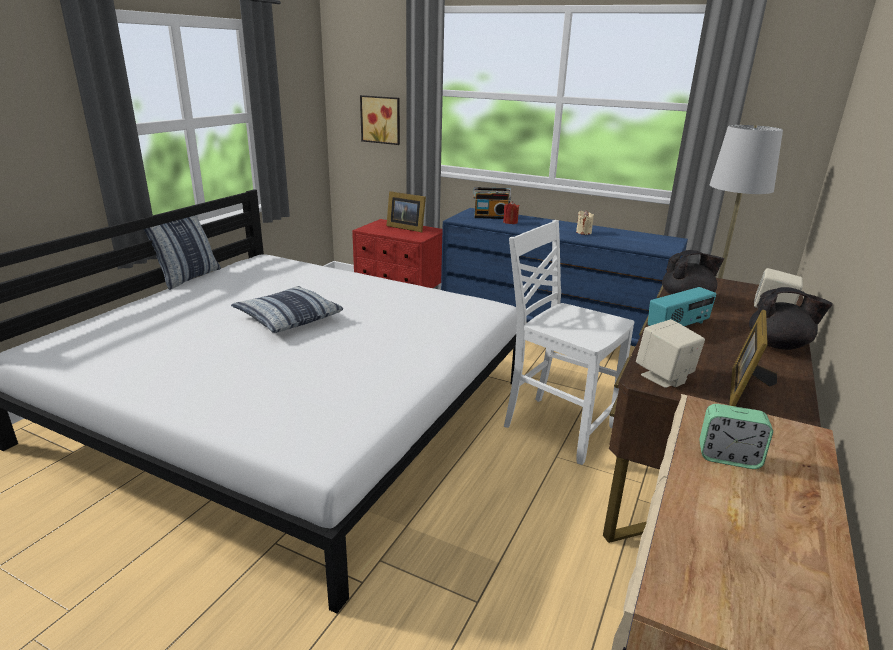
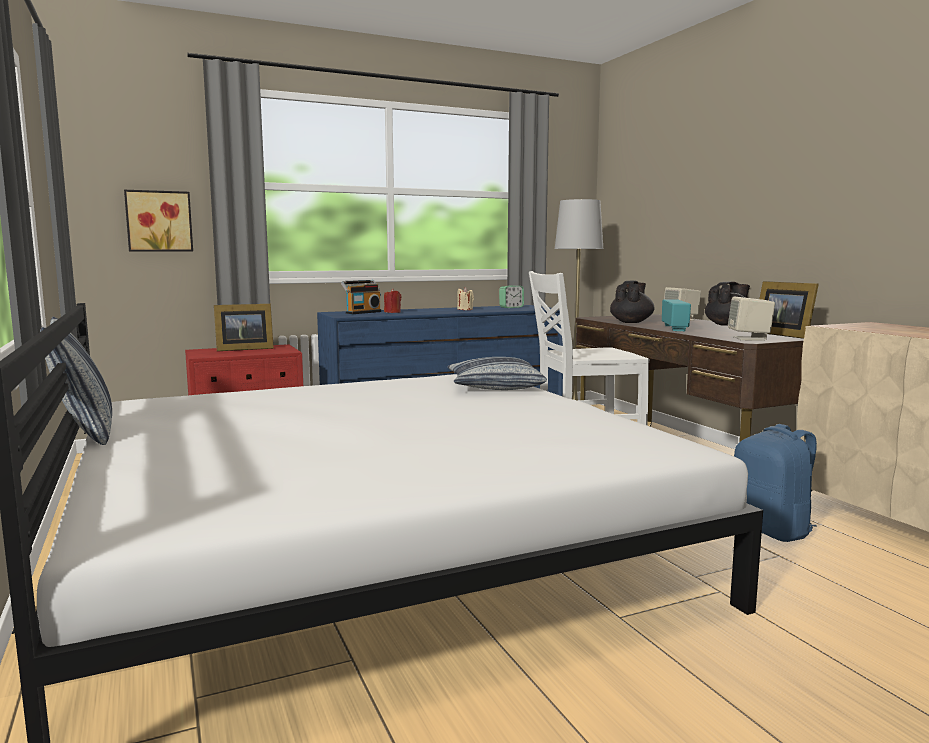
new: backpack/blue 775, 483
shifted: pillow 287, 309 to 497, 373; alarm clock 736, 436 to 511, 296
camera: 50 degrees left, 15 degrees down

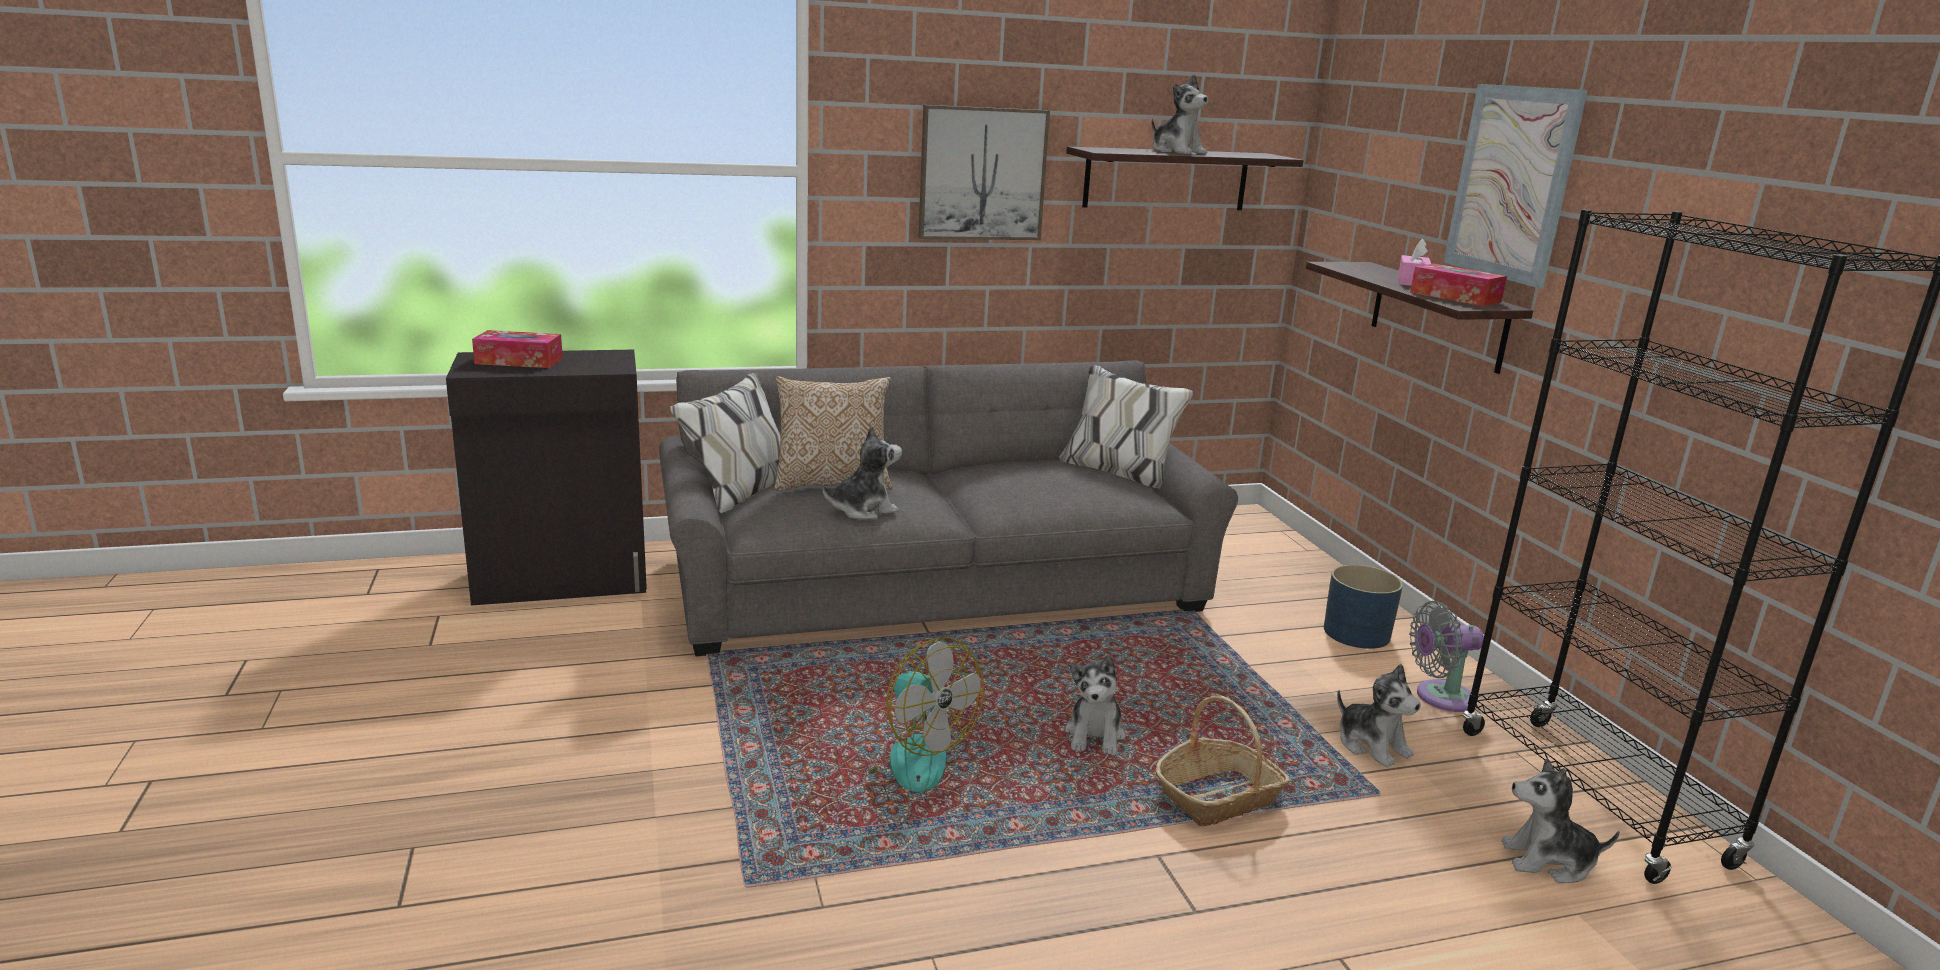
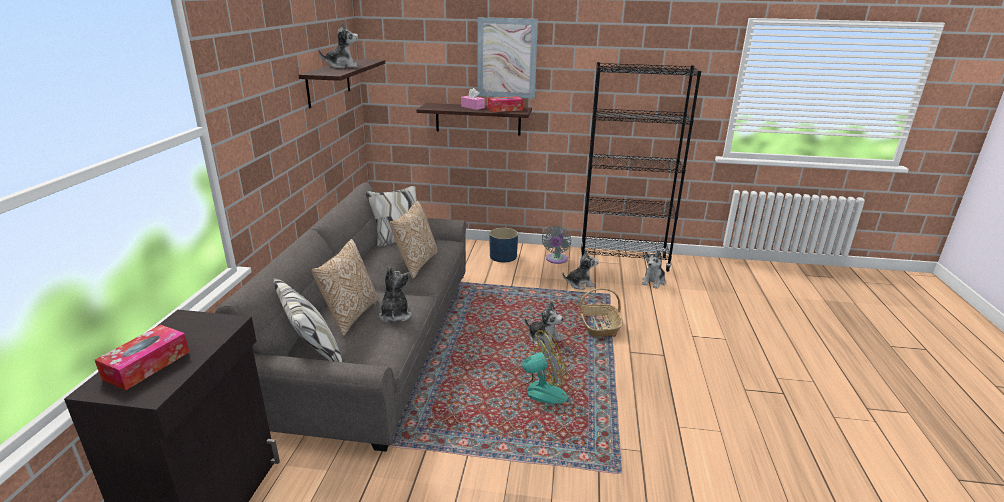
gone: picture 984, 172
new: pillow 414, 239
camera: 65 degrees left, 5 degrees up

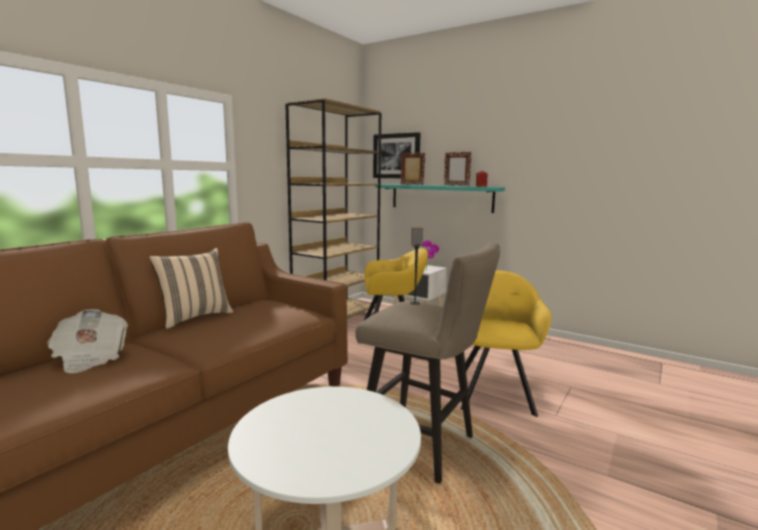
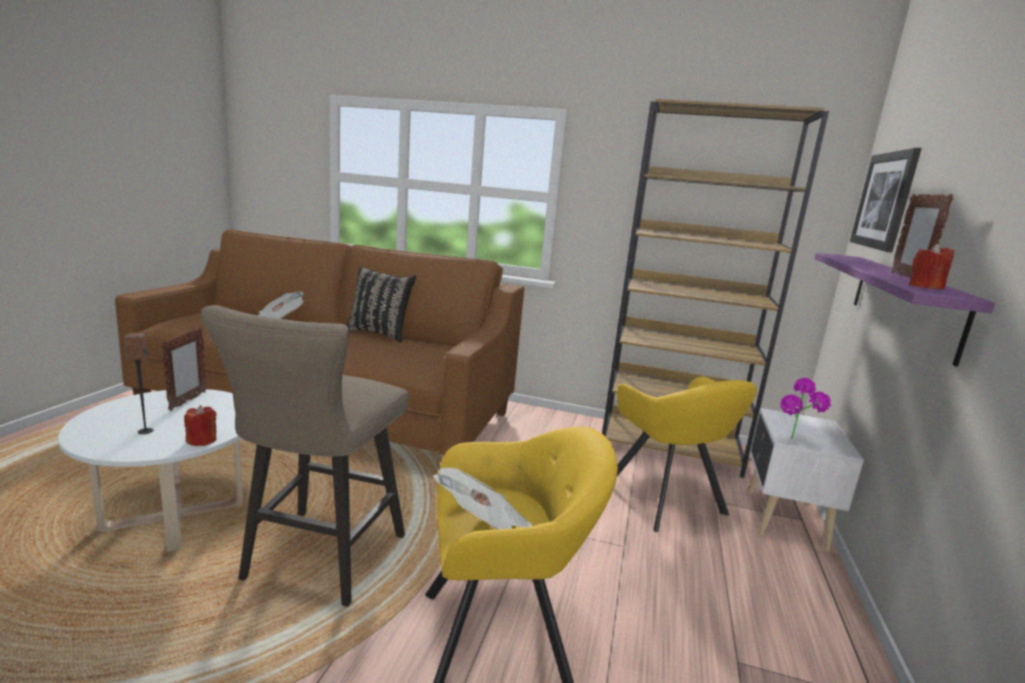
new: candle/red 200, 425; newspaper 483, 498
shifted: picture frame 412, 168 to 184, 369; speaker 416, 266 to 138, 383
repainted: pillow/beige 191, 288 to pillow/black 381, 304; shelf/turquoise 440, 198 to shelf/purple 904, 309
camera: 70 degrees right, 5 degrees up

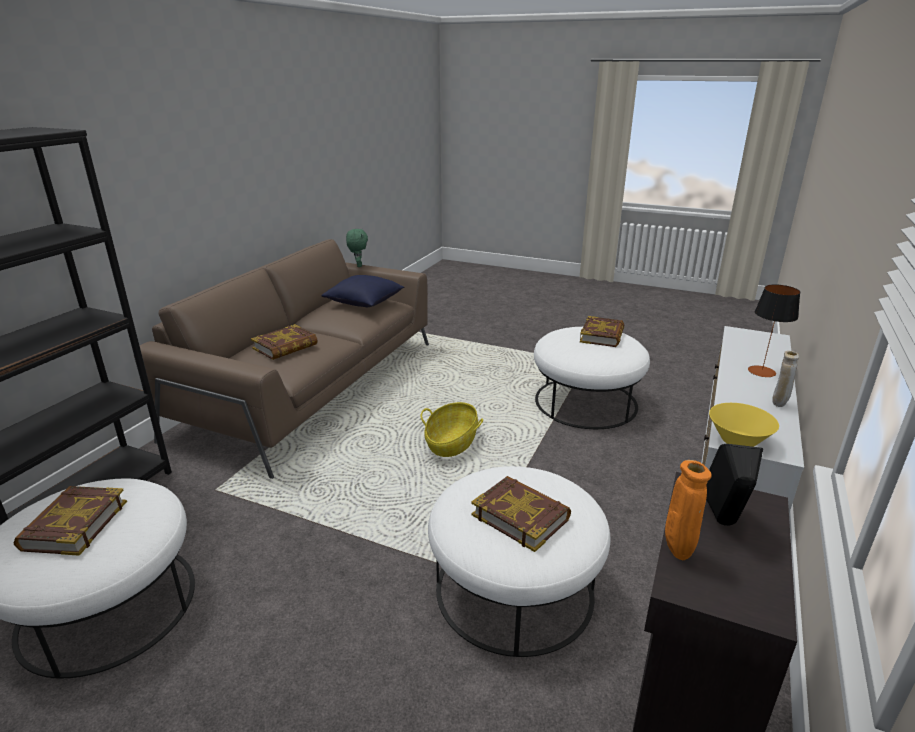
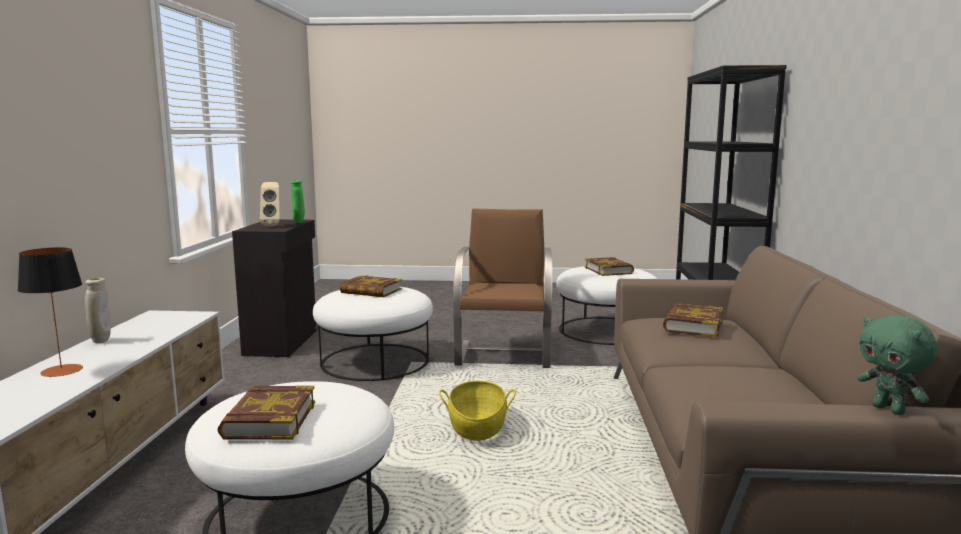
gone: pillow/blue 362, 291; bowl/yellow 744, 425
new: armchair/brown 502, 288
repainted: vase/orange 688, 510 to vase/green 298, 201; speaker/black 734, 485 to speaker/beige 270, 204
camera: 160 degrees right, 15 degrees down

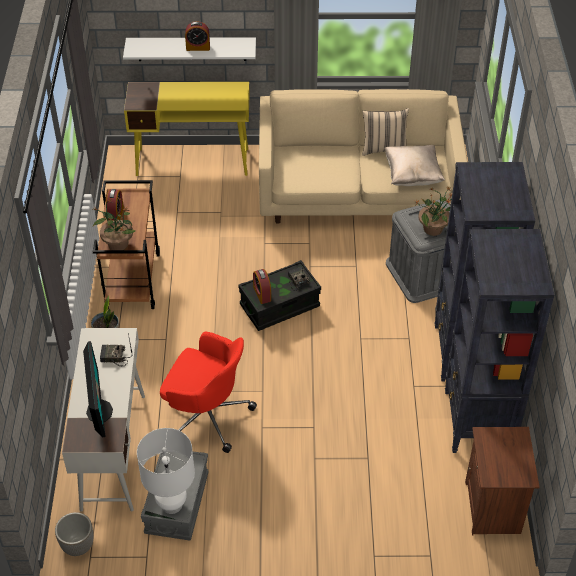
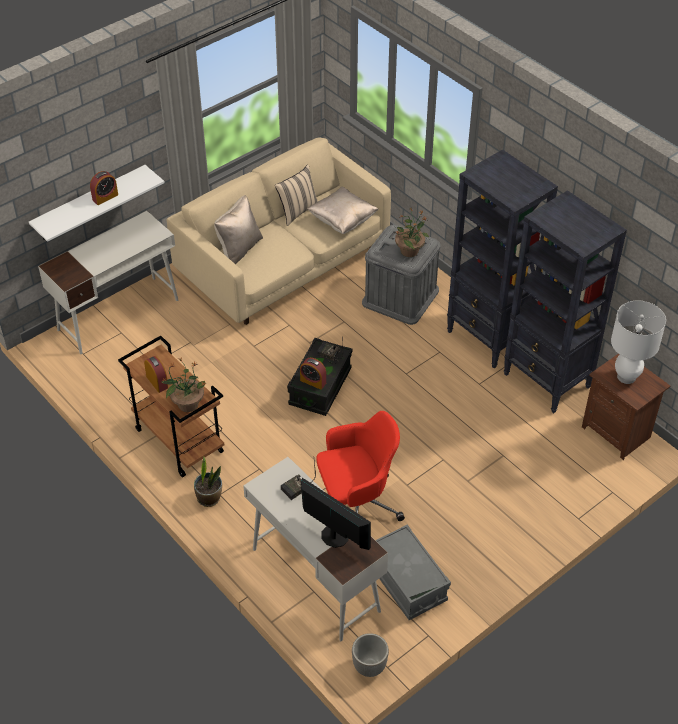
new: pillow/beige 238, 229
shifted: table lamp/white 166, 471 to 638, 342
repainted: desk/yellow 187, 129 to desk/white 108, 282
camera: 40 degrees left, 0 degrees up

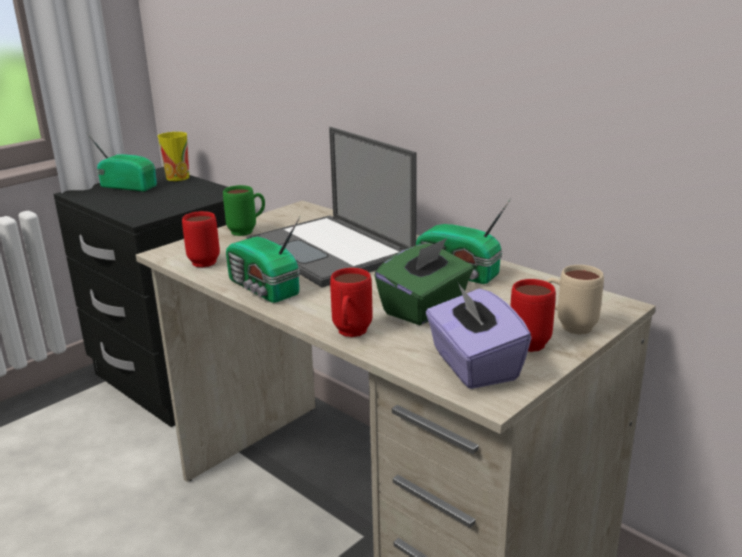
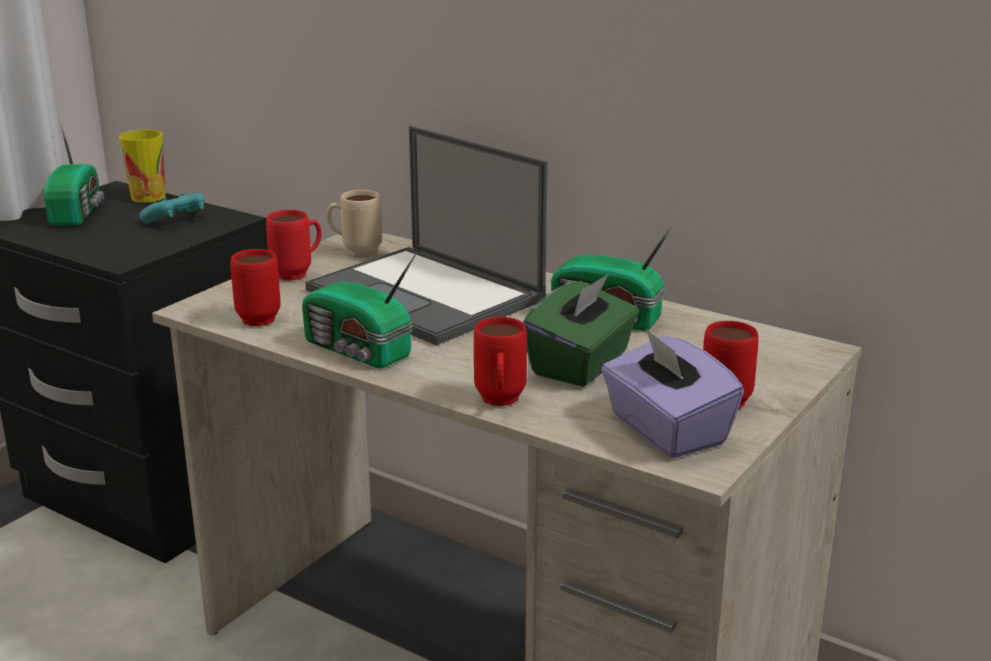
new: game controller/turquoise 172, 208
shifted: mug/beige 575, 300 to 354, 223
repainted: mug/green 244, 210 to mug/red 294, 245
rotated: radio 122, 162 = 74, 173 75 degrees clockwise
camera: 10 degrees left, 0 degrees up

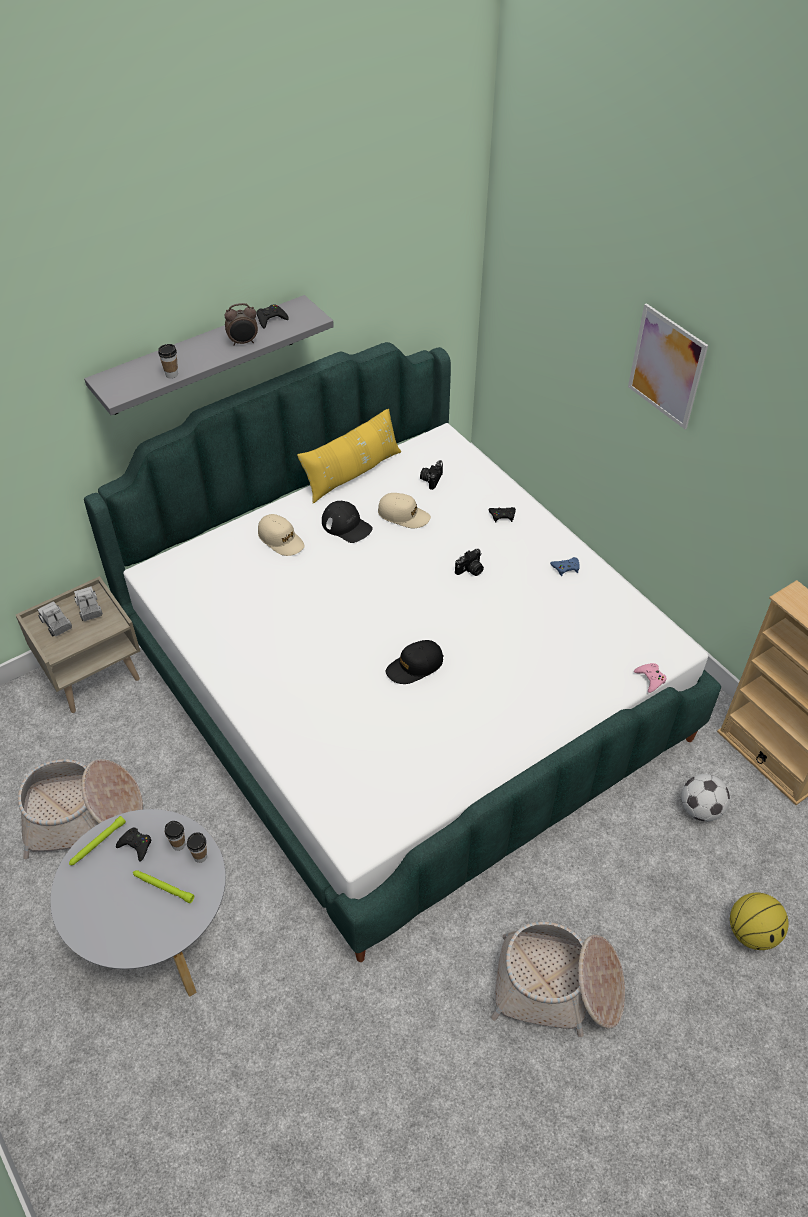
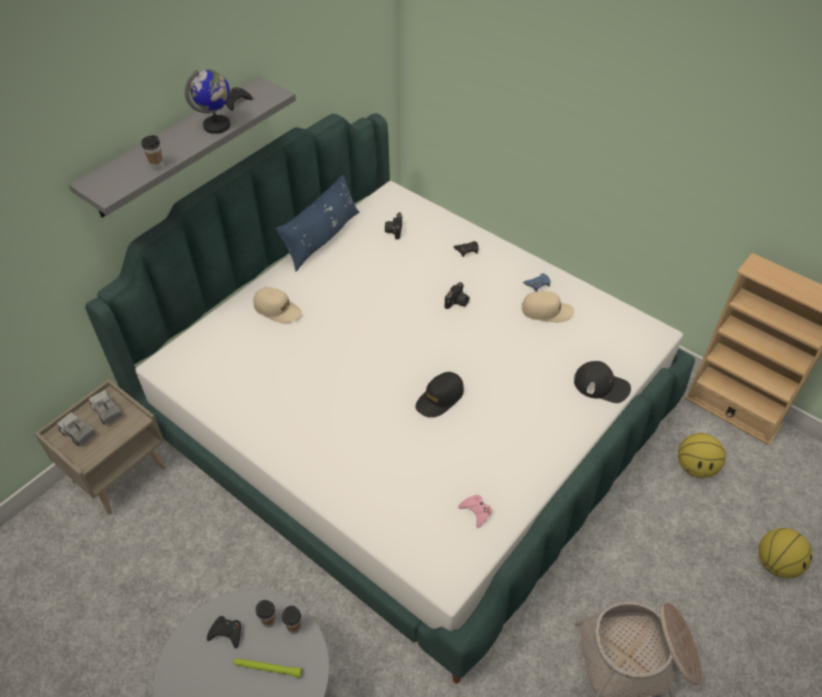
gone: basket 80, 809; flashlight/green 97, 840; picture 668, 366
shifted: cap/black 347, 522 to 602, 382; cap/beige 404, 510 to 548, 306; game controller/pink 650, 678 to 475, 511
swapped: alarm clock 241, 324 to globe 207, 102; football 705, 797 to basketball 702, 455
repainted: pillow/yellow 349, 456 to pillow/blue 317, 223
camera: 15 degrees left, 0 degrees up

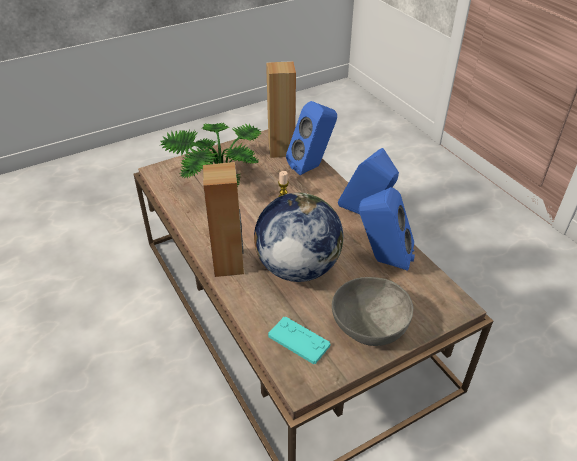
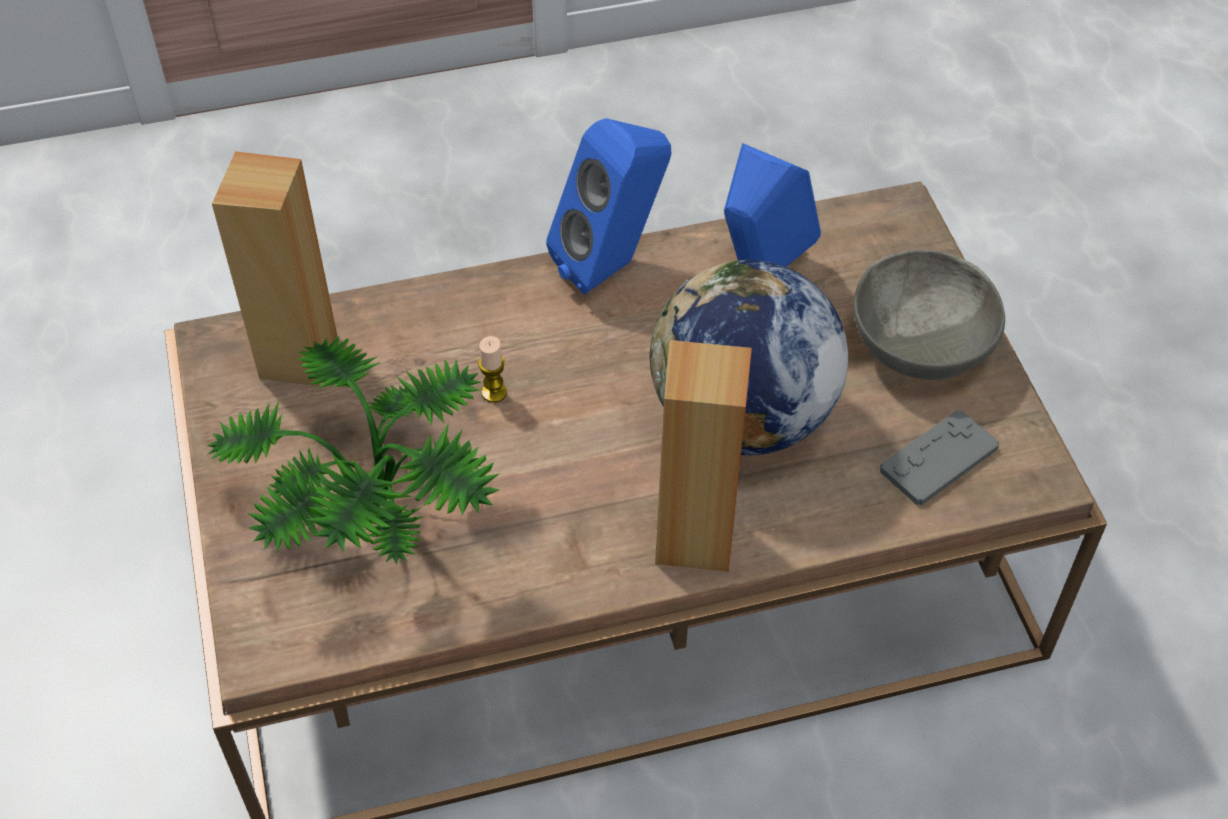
gone: speaker/blue 311, 138
repainted: game controller/turquoise 299, 340 to game controller/grey 939, 457
camera: 75 degrees left, 10 degrees up

